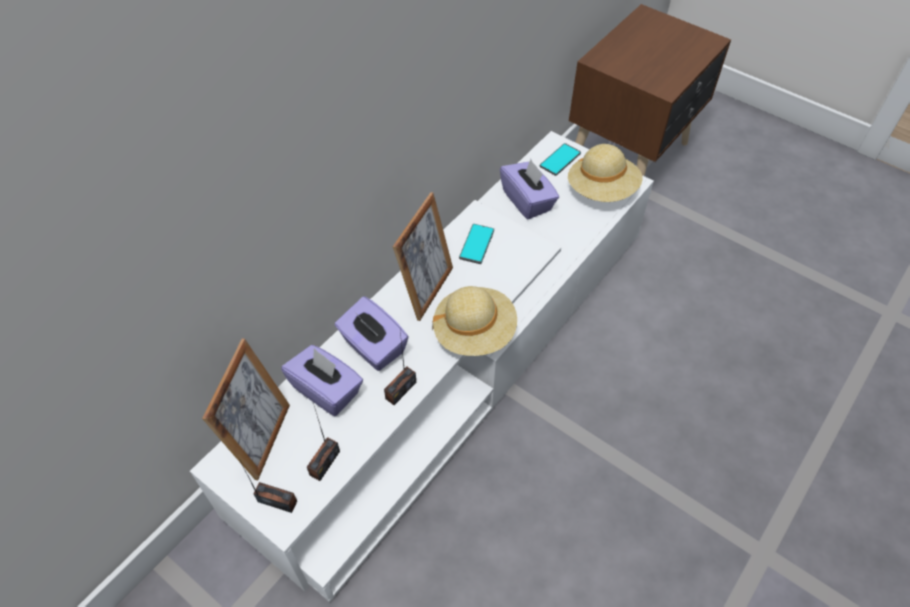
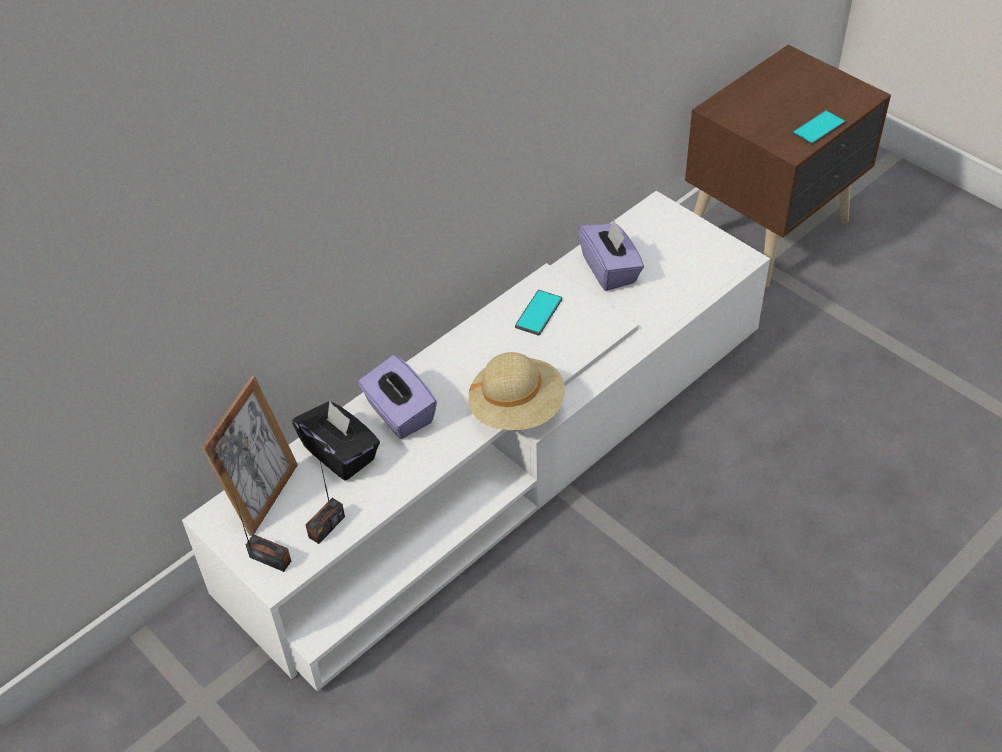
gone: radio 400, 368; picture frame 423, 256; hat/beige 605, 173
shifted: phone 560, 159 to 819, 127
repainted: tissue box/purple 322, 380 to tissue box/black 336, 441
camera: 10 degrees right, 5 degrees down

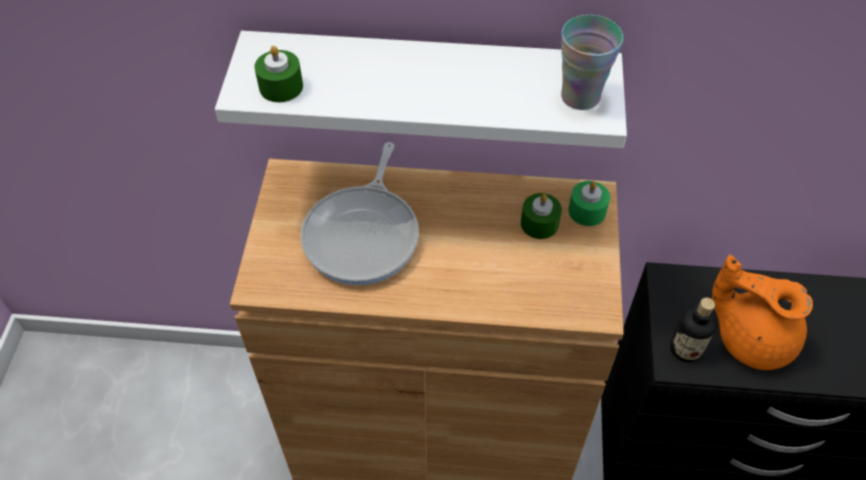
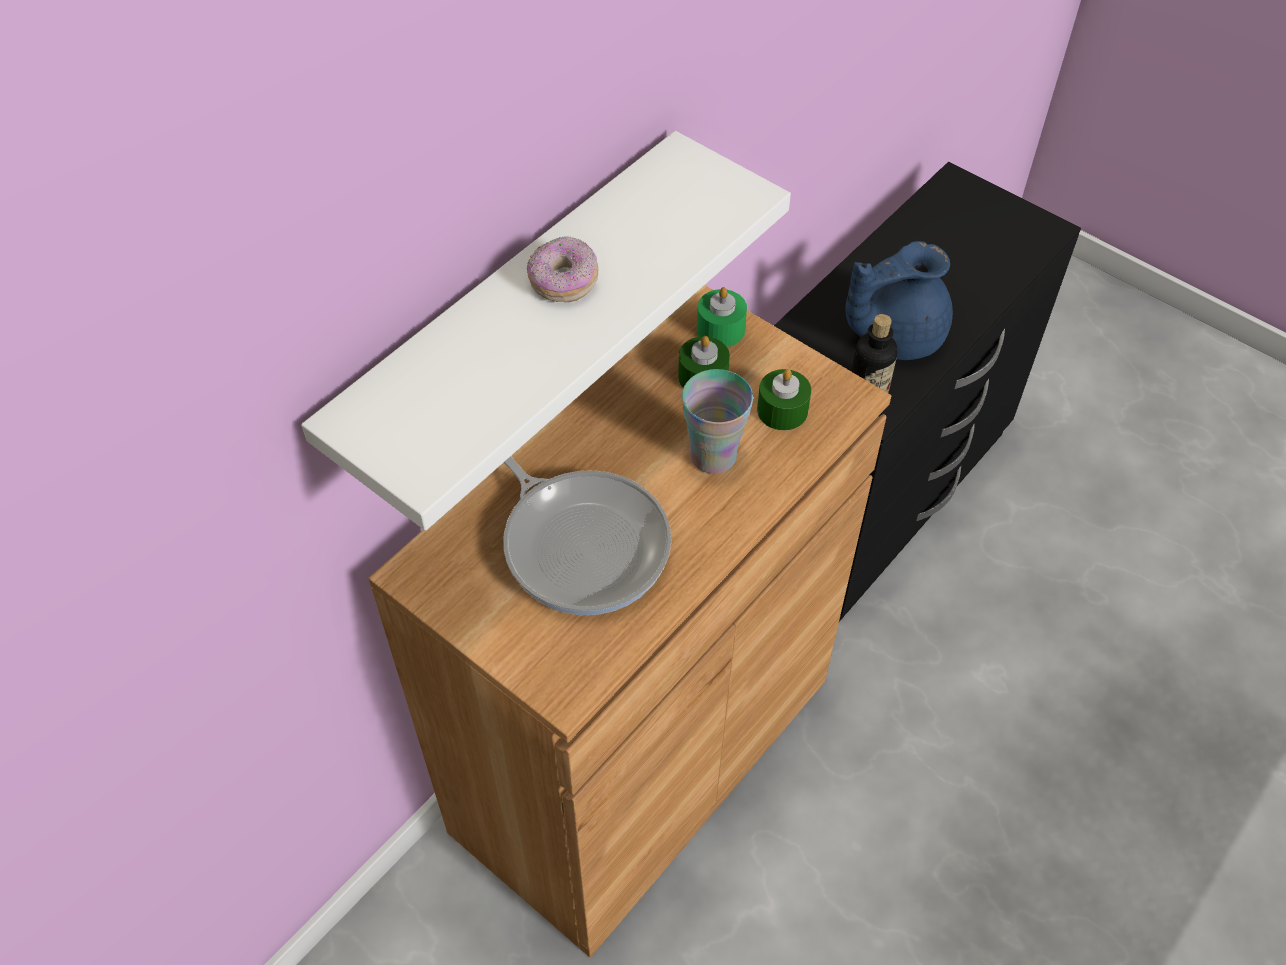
new: donut 562, 269
shifted: candle/green 278, 74 to 784, 399; cup 592, 62 to 717, 421
repainted: teapot/orange 762, 312 to teapot/blue 899, 300
camera: 55 degrees left, 0 degrees up

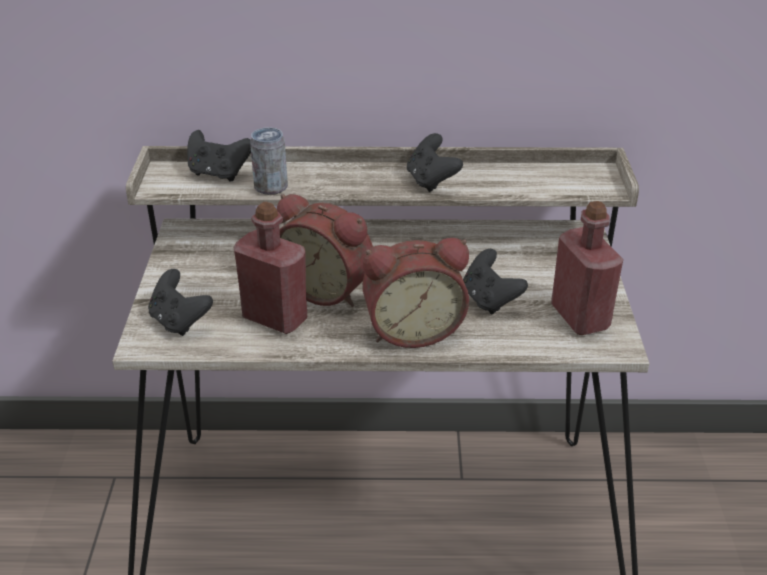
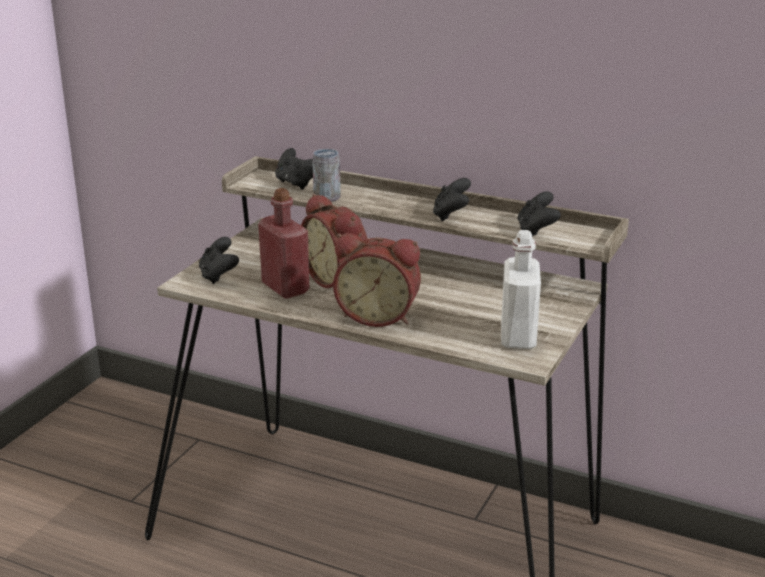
shifted: game controller/black 495, 281 to 539, 214
repainted: bottle/red 587, 268 to bottle/white 521, 289
camera: 25 degrees right, 10 degrees down

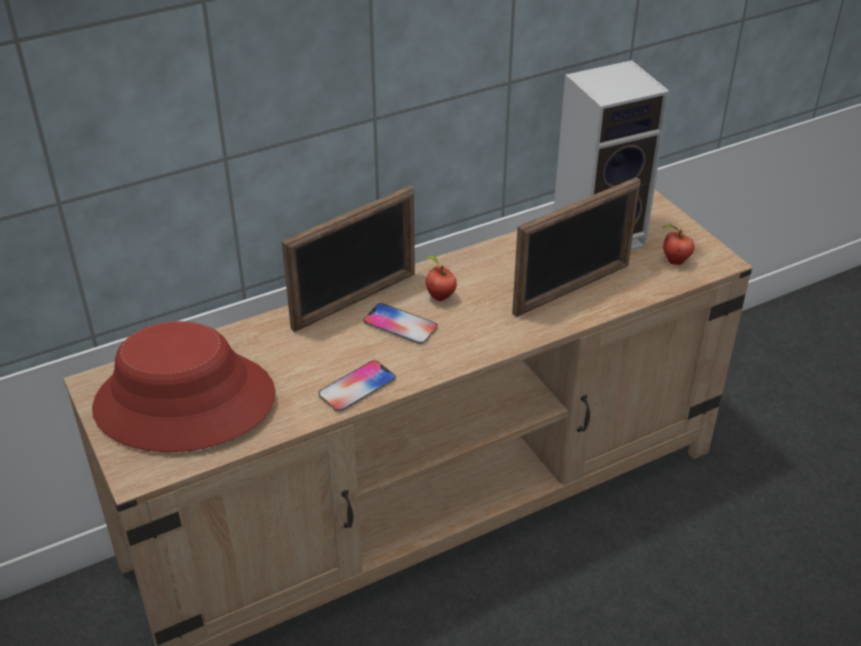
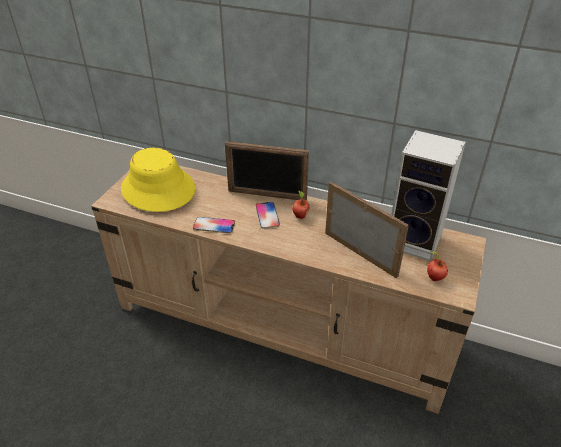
repainted: hat/red 183, 386 to hat/yellow 158, 180
rotated: picture frame 576, 247 = 367, 230 150 degrees counterclockwise
camera: 50 degrees right, 0 degrees up

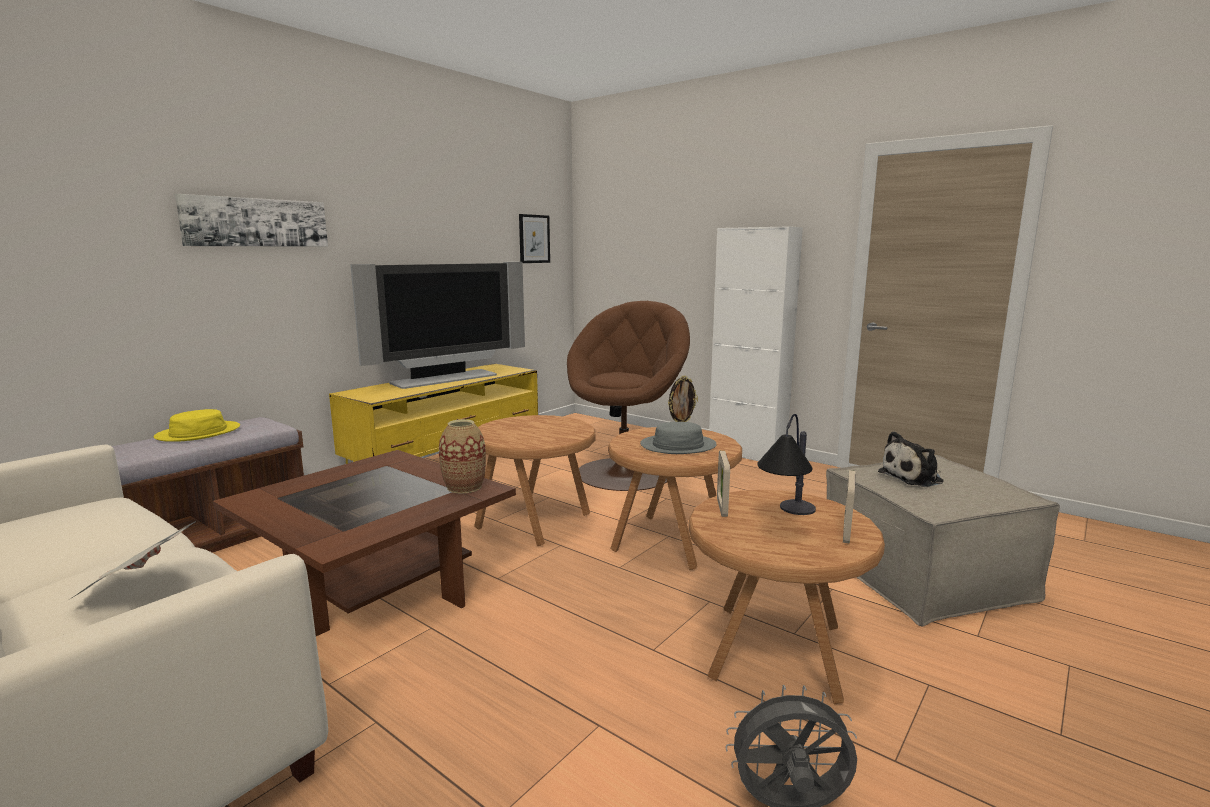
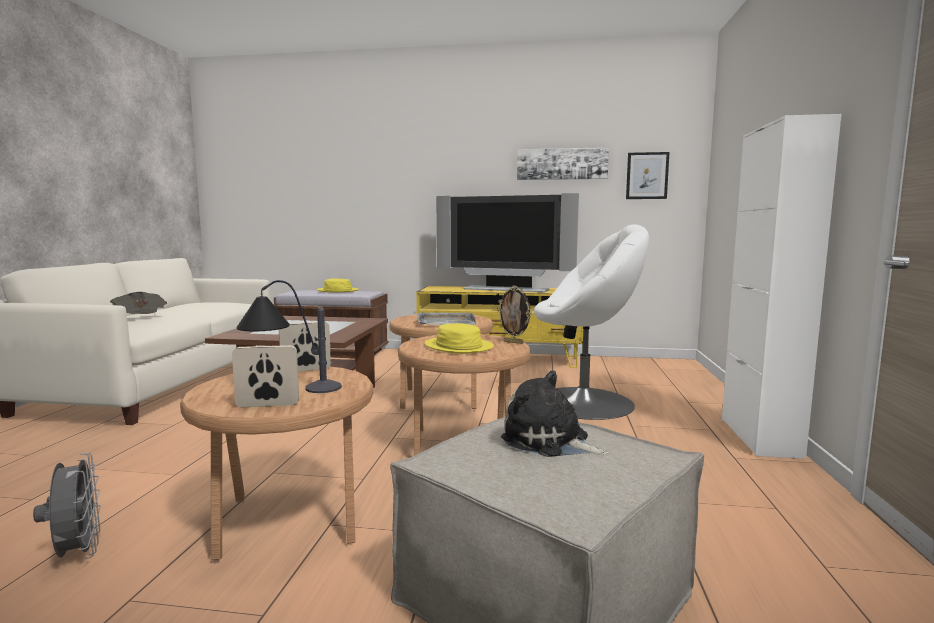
gone: vase 462, 456
new: tray/grey 446, 318
shifted: picture 251, 220 to 563, 163
repainted: armchair/brown 628, 396 to armchair/white 591, 322; hat/grey 678, 438 to hat/yellow 459, 338
camera: 60 degrees right, 5 degrees down

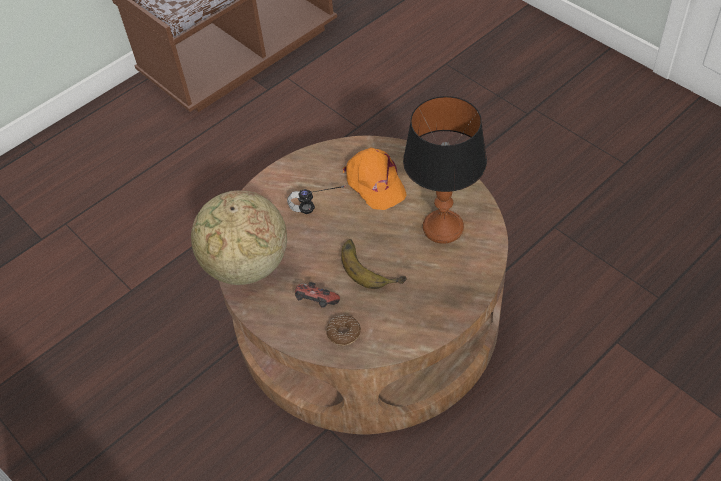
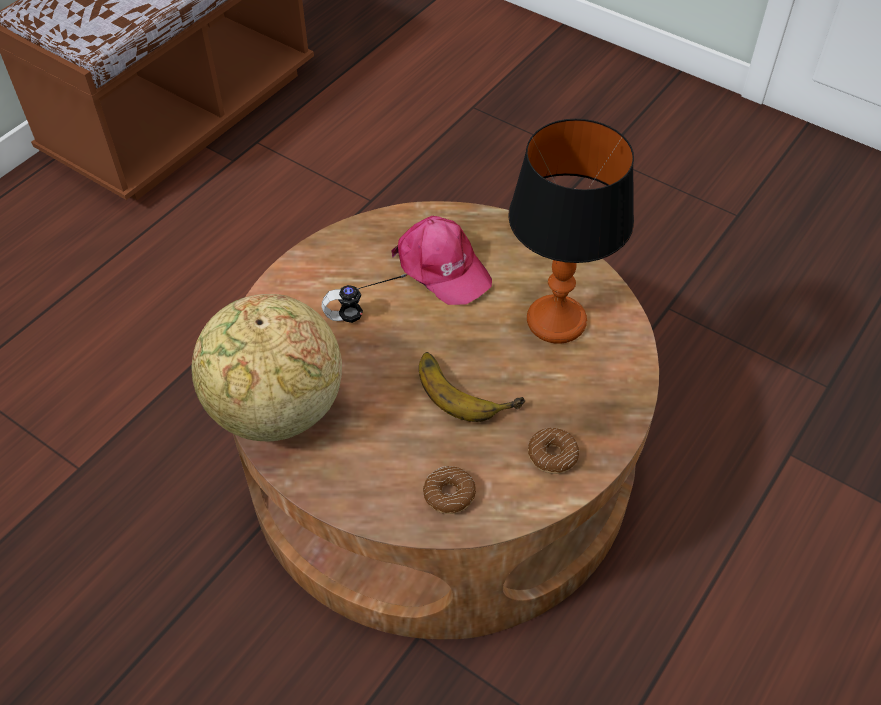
gone: game controller 317, 295
new: donut 553, 451
repainted: cap/orange 375, 178 to cap/pink 441, 260
camera: 15 degrees left, 0 degrees up

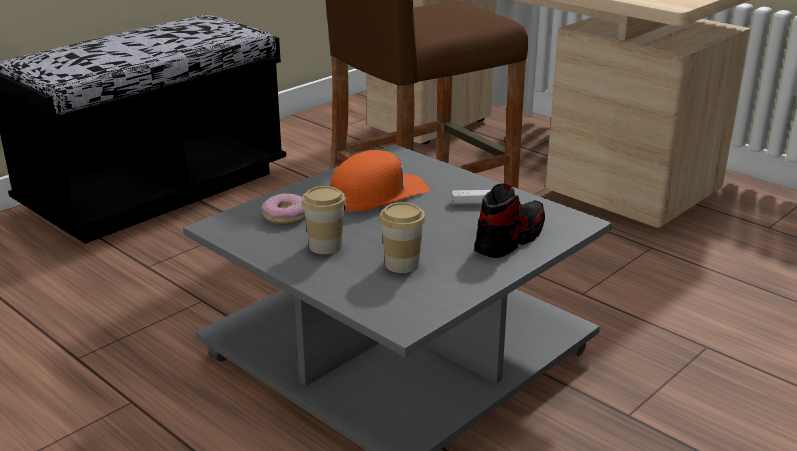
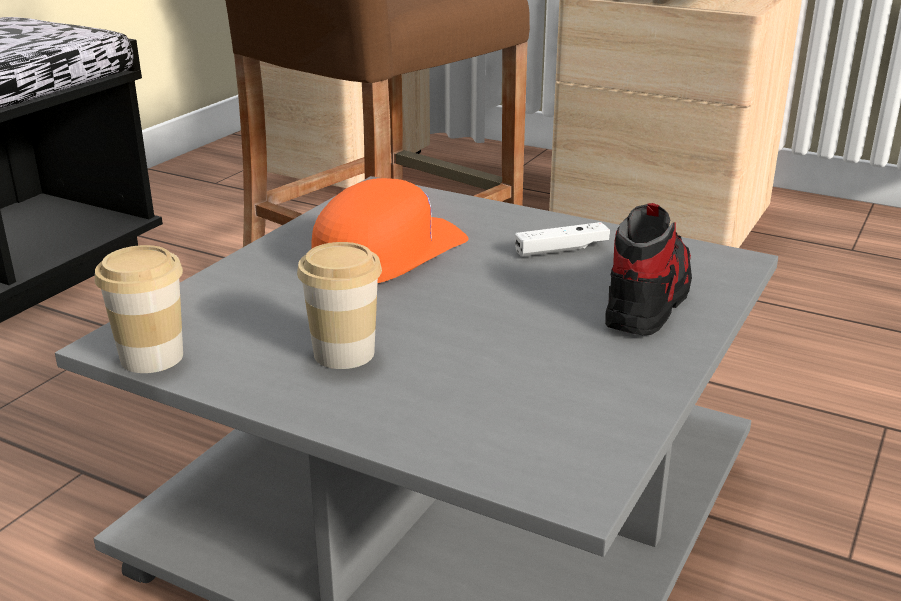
gone: donut 283, 208
shifted: cup 402, 237 to 139, 309
camera: 15 degrees left, 0 degrees up

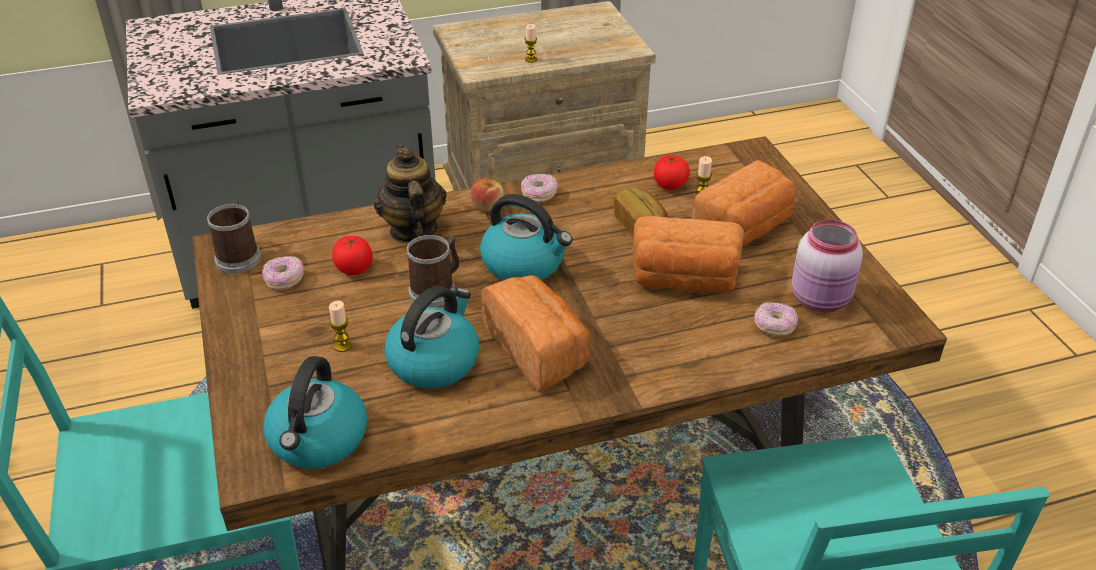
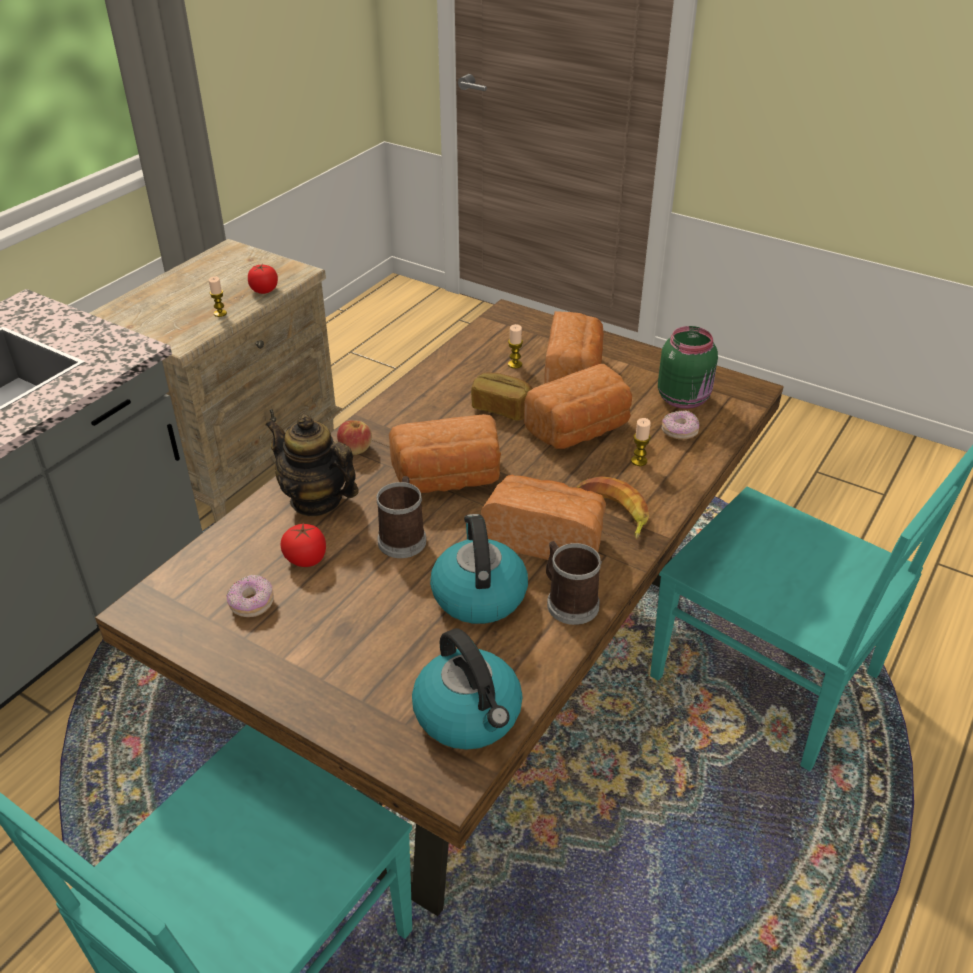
gone: donut 539, 188
new: banana 613, 508
shifted: mug 234, 236 to 574, 583; candle 340, 326 to 641, 442; tomato 672, 172 to 263, 279
swapped: kettle 526, 237 to bread 445, 453
repainted: jar/pink 827, 266 to jar/green 688, 367
camera: 40 degrees left, 0 degrees up

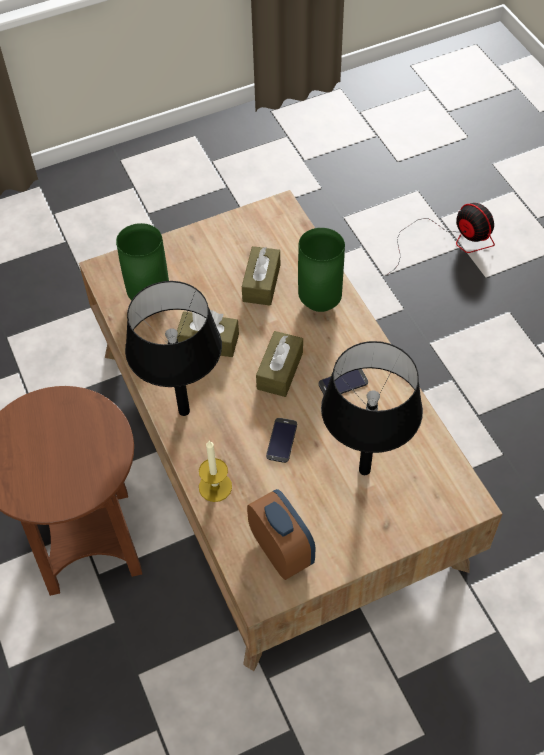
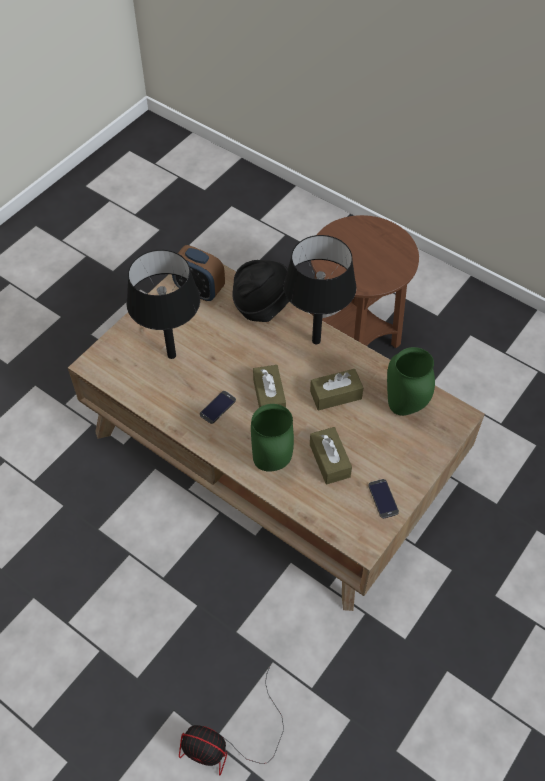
shifted: phone 281, 440 to 383, 498
swapped: candle 215, 471 to hat/black 260, 291
camera: 150 degrees right, 0 degrees up

